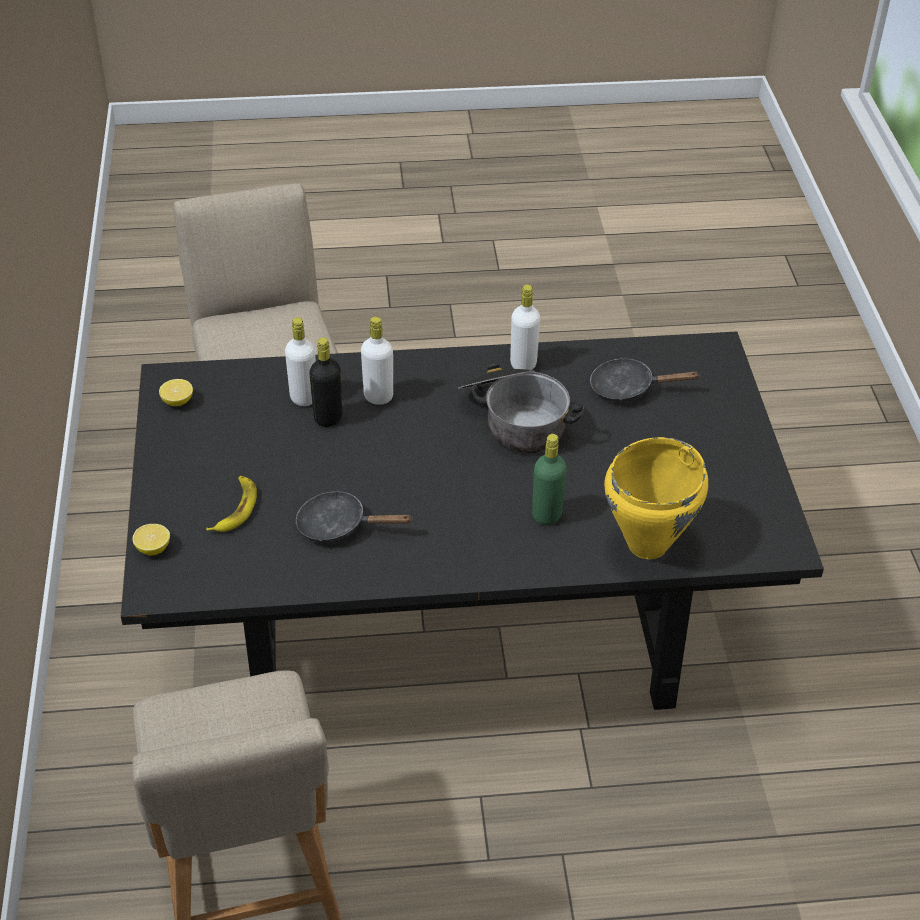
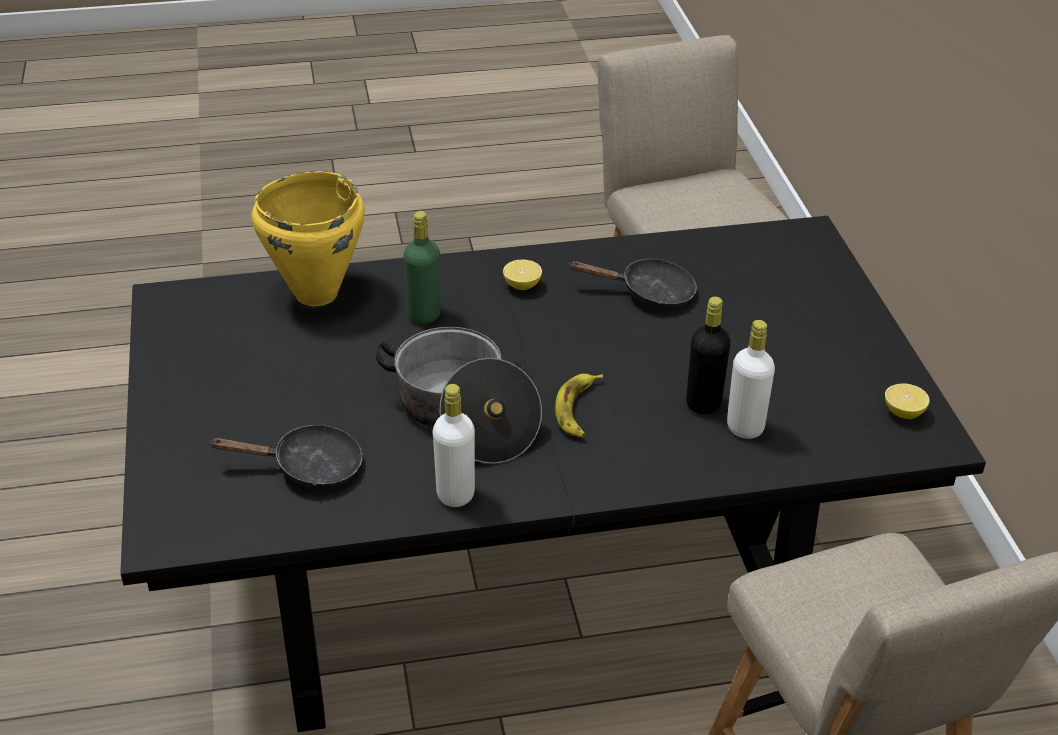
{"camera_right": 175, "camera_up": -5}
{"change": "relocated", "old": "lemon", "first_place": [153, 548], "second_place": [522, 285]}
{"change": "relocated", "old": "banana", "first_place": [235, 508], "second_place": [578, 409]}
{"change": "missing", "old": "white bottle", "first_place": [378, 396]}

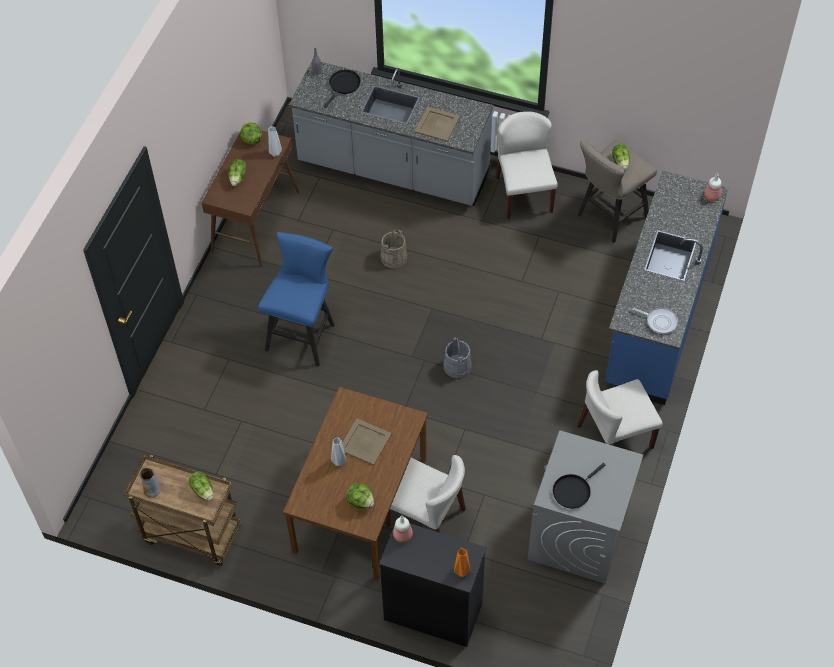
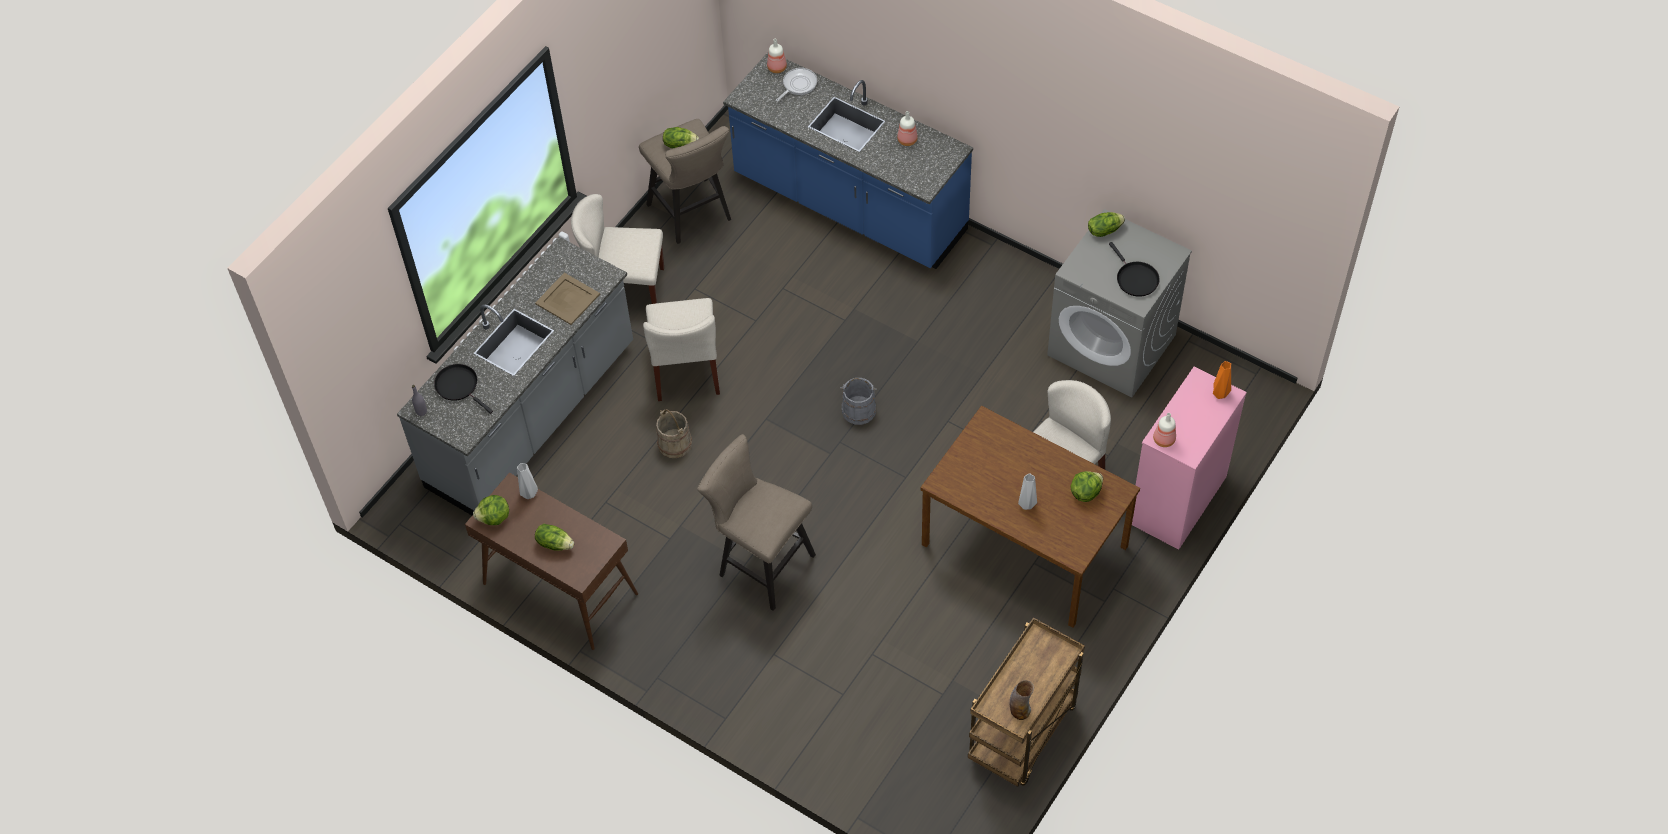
{"camera_right": -75, "camera_up": 0}
{"change": "relocated", "old": "beige chair", "first_place": [614, 437], "second_place": [686, 369]}
{"change": "colour", "old": "blue stool", "new": "beige stool", "first_place": [303, 334], "second_place": [761, 563]}
{"change": "relocated", "old": "frying pan", "first_place": [659, 321], "second_place": [798, 85]}
{"change": "appeared", "new": "bottle", "second_place": [908, 140]}
{"change": "relocated", "old": "lettuce", "first_place": [203, 490], "second_place": [1104, 230]}
{"change": "colour", "old": "black dresser", "new": "pink dresser", "first_place": [432, 611], "second_place": [1177, 500]}
{"change": "missing", "old": "beige tray", "first_place": [365, 441]}

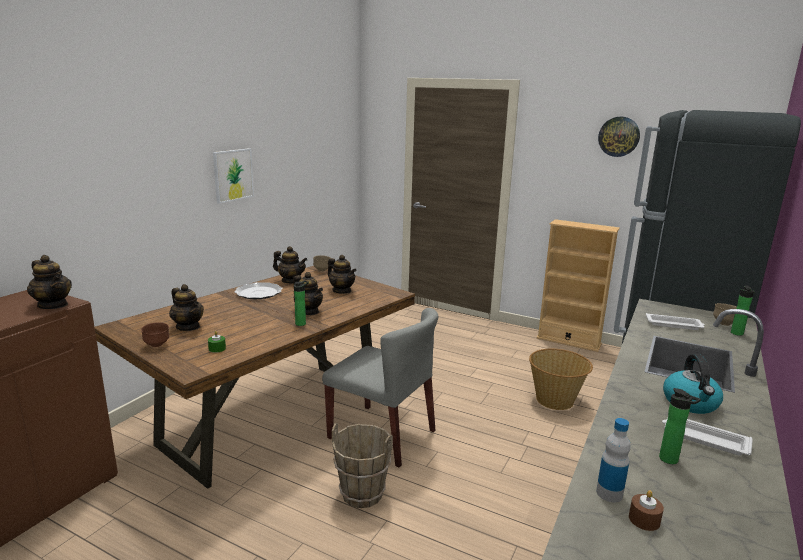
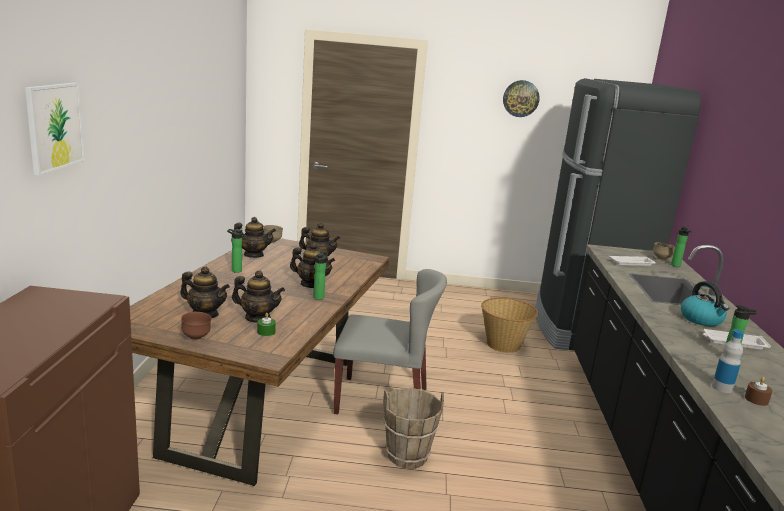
{"camera_right": -25, "camera_up": 0}
{"change": "relocated", "old": "picture", "first_place": [233, 175], "second_place": [54, 126]}
{"change": "exchanged", "old": "plate", "new": "bottle", "first_place": [258, 293], "second_place": [235, 270]}
{"change": "relocated", "old": "teapot", "first_place": [53, 305], "second_place": [258, 318]}
{"change": "missing", "old": "beige bookcase", "first_place": [568, 341]}

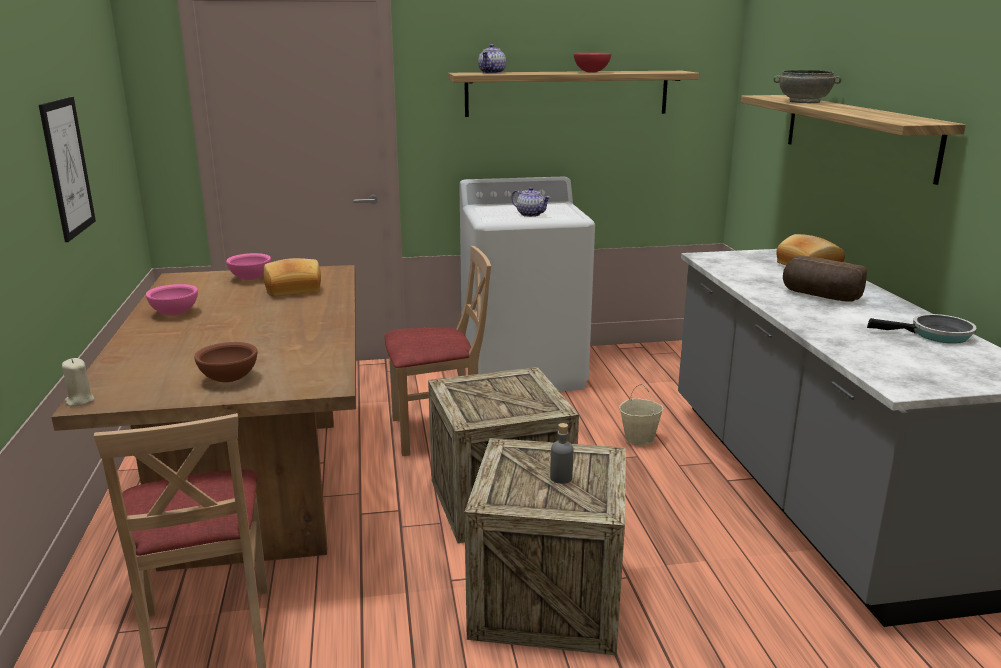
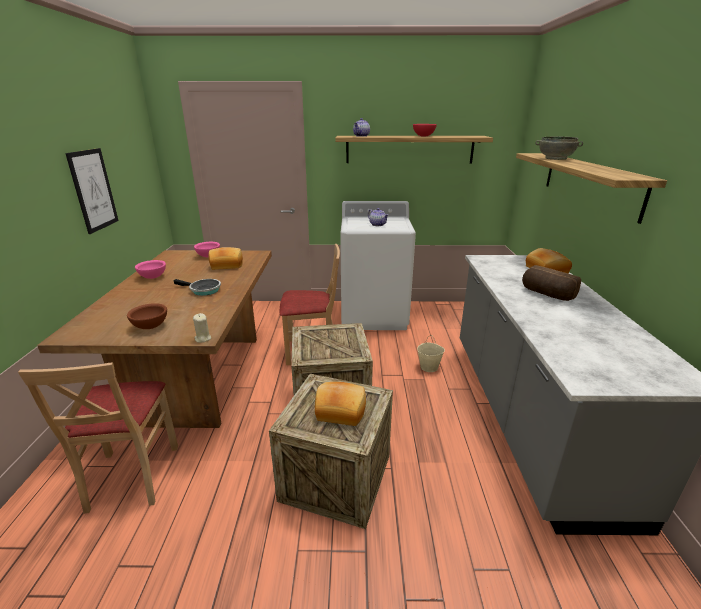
{"camera_right": 10, "camera_up": 5}
{"change": "relocated", "old": "frying pan", "first_place": [936, 335], "second_place": [203, 290]}
{"change": "relocated", "old": "beige candle", "first_place": [79, 401], "second_place": [203, 338]}
{"change": "exchanged", "old": "grey bottle", "new": "bread", "first_place": [561, 478], "second_place": [341, 410]}

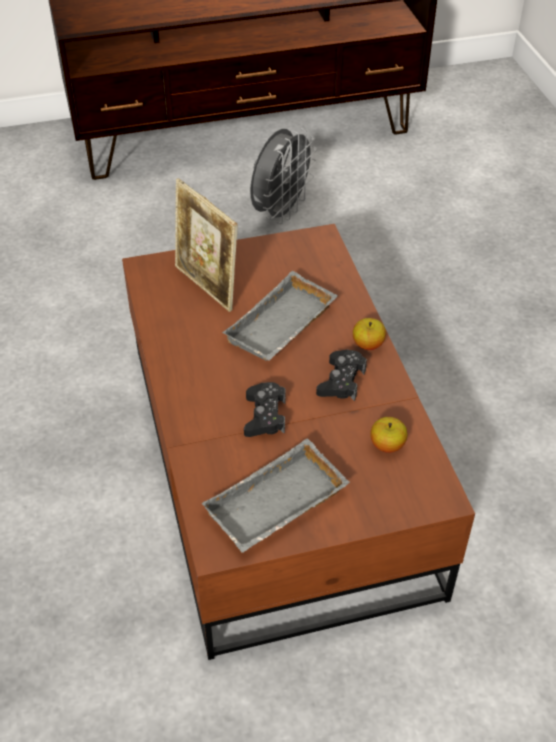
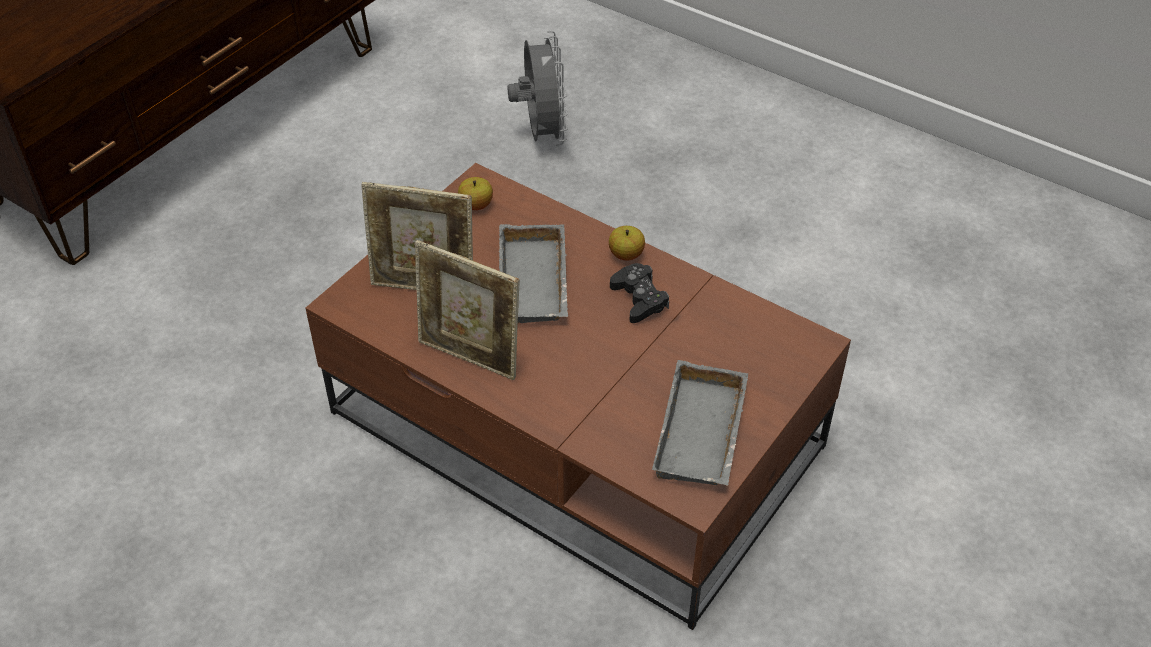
{"camera_right": -40, "camera_up": 0}
{"change": "appeared", "new": "picture frame", "second_place": [470, 357]}
{"change": "relocated", "old": "apple", "first_place": [387, 445], "second_place": [476, 205]}
{"change": "relocated", "old": "grey fan", "first_place": [280, 212], "second_place": [541, 134]}
{"change": "missing", "old": "black game controller", "first_place": [265, 416]}

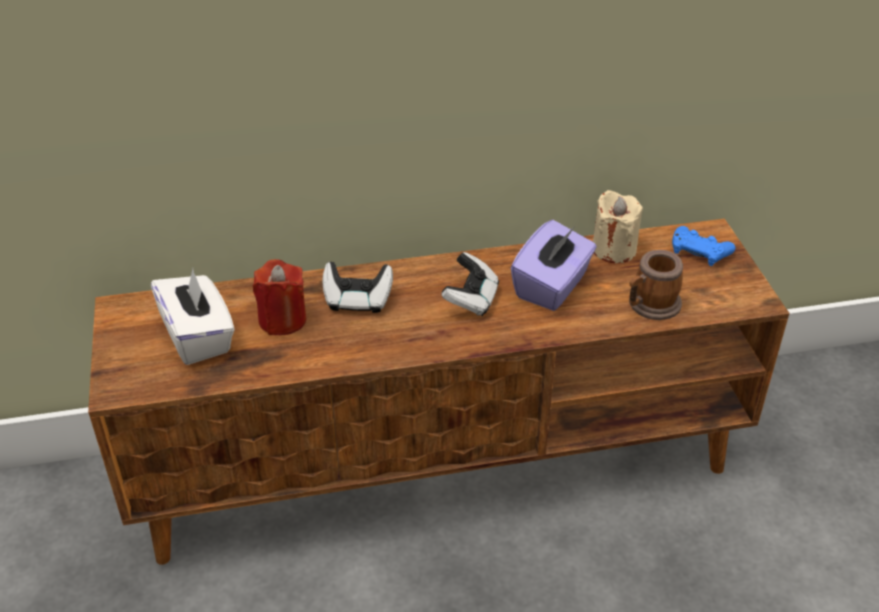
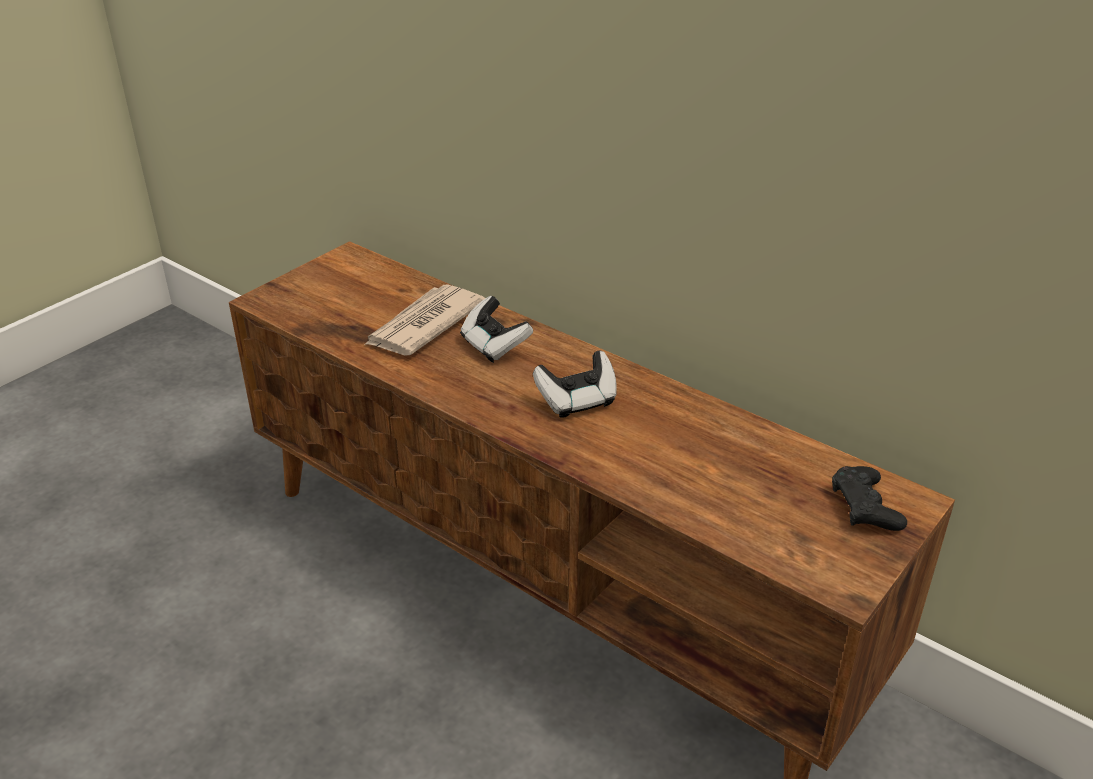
{"camera_right": 50, "camera_up": -5}
{"change": "exchanged", "old": "red candle", "new": "newspaper", "first_place": [282, 320], "second_place": [424, 325]}
{"change": "colour", "old": "blue game controller", "new": "black game controller", "first_place": [699, 251], "second_place": [865, 507]}
{"change": "missing", "old": "white tissue box", "first_place": [198, 337]}
{"change": "missing", "old": "purple tissue box", "first_place": [552, 286]}
{"change": "missing", "old": "beige candle", "first_place": [614, 249]}
{"change": "missing", "old": "mug", "first_place": [650, 306]}

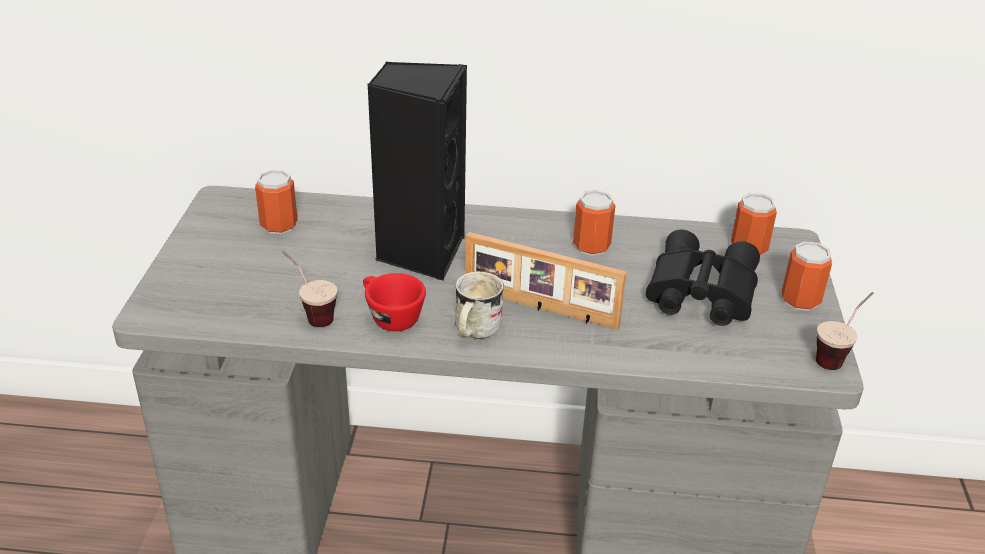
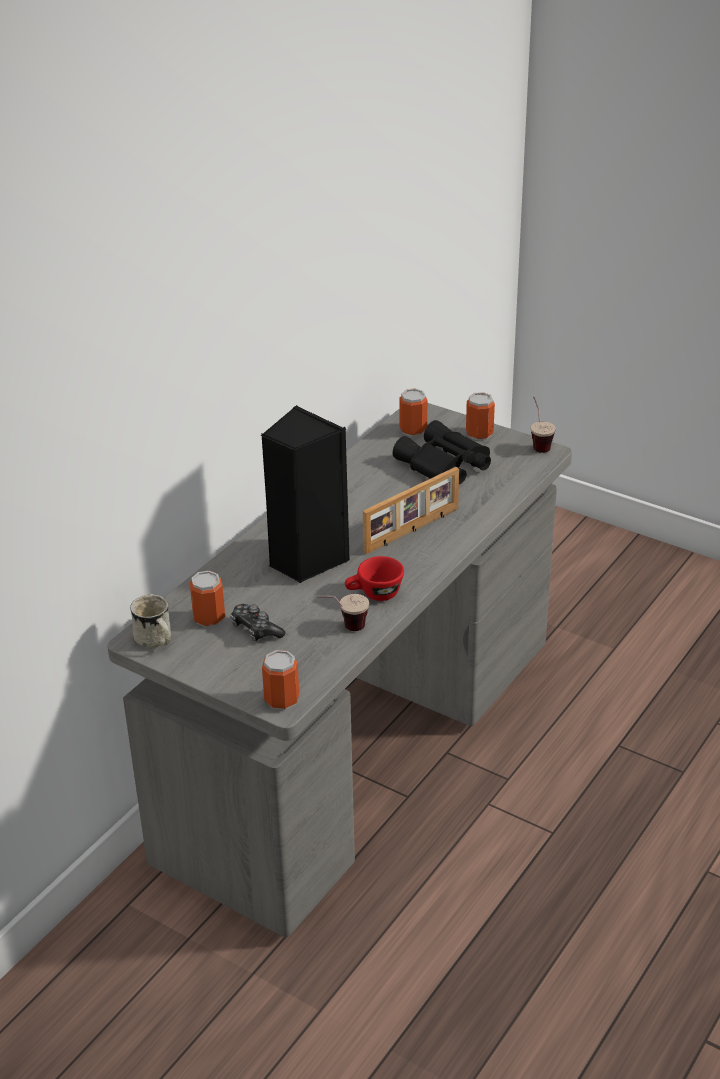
{"camera_right": -60, "camera_up": 0}
{"change": "relocated", "old": "white mug", "first_place": [474, 331], "second_place": [156, 641]}
{"change": "appeared", "new": "game controller", "second_place": [256, 630]}
{"change": "relocated", "old": "can", "first_place": [591, 246], "second_place": [282, 700]}

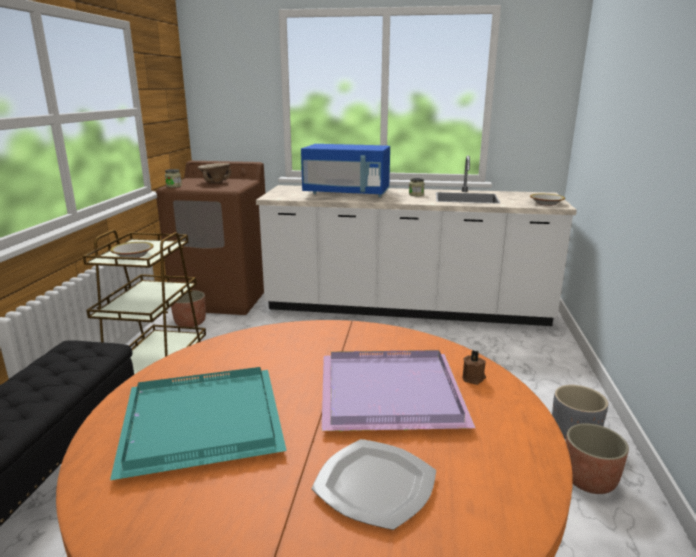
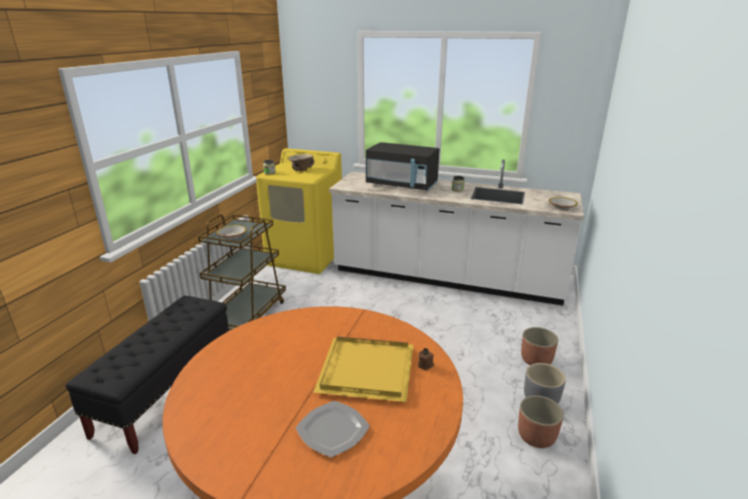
{"camera_right": 10, "camera_up": 5}
{"change": "colour", "old": "brown washing machine", "new": "yellow washing machine", "first_place": [223, 298], "second_place": [306, 257]}
{"change": "colour", "old": "purple tray", "new": "yellow tray", "first_place": [388, 395], "second_place": [364, 371]}
{"change": "colour", "old": "blue microwave", "new": "black microwave", "first_place": [347, 193], "second_place": [402, 185]}
{"change": "relocated", "old": "planter", "first_place": [190, 323], "second_place": [536, 360]}
{"change": "missing", "old": "turquoise tray", "first_place": [199, 421]}

